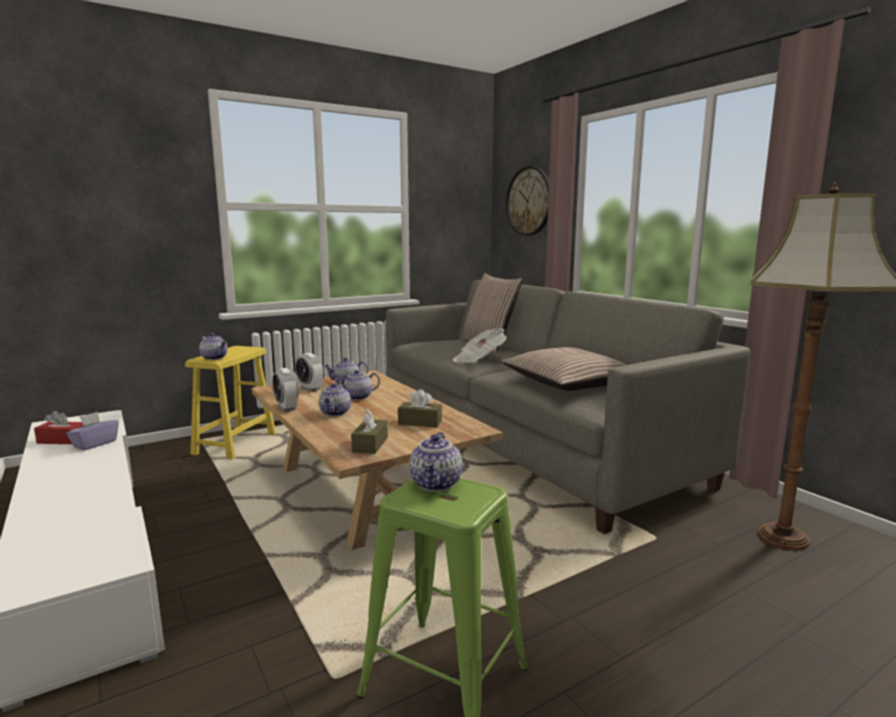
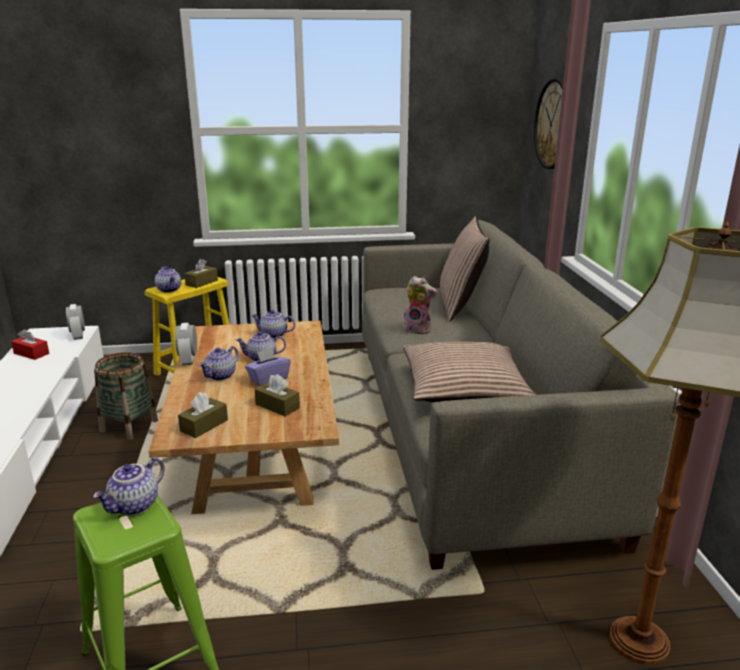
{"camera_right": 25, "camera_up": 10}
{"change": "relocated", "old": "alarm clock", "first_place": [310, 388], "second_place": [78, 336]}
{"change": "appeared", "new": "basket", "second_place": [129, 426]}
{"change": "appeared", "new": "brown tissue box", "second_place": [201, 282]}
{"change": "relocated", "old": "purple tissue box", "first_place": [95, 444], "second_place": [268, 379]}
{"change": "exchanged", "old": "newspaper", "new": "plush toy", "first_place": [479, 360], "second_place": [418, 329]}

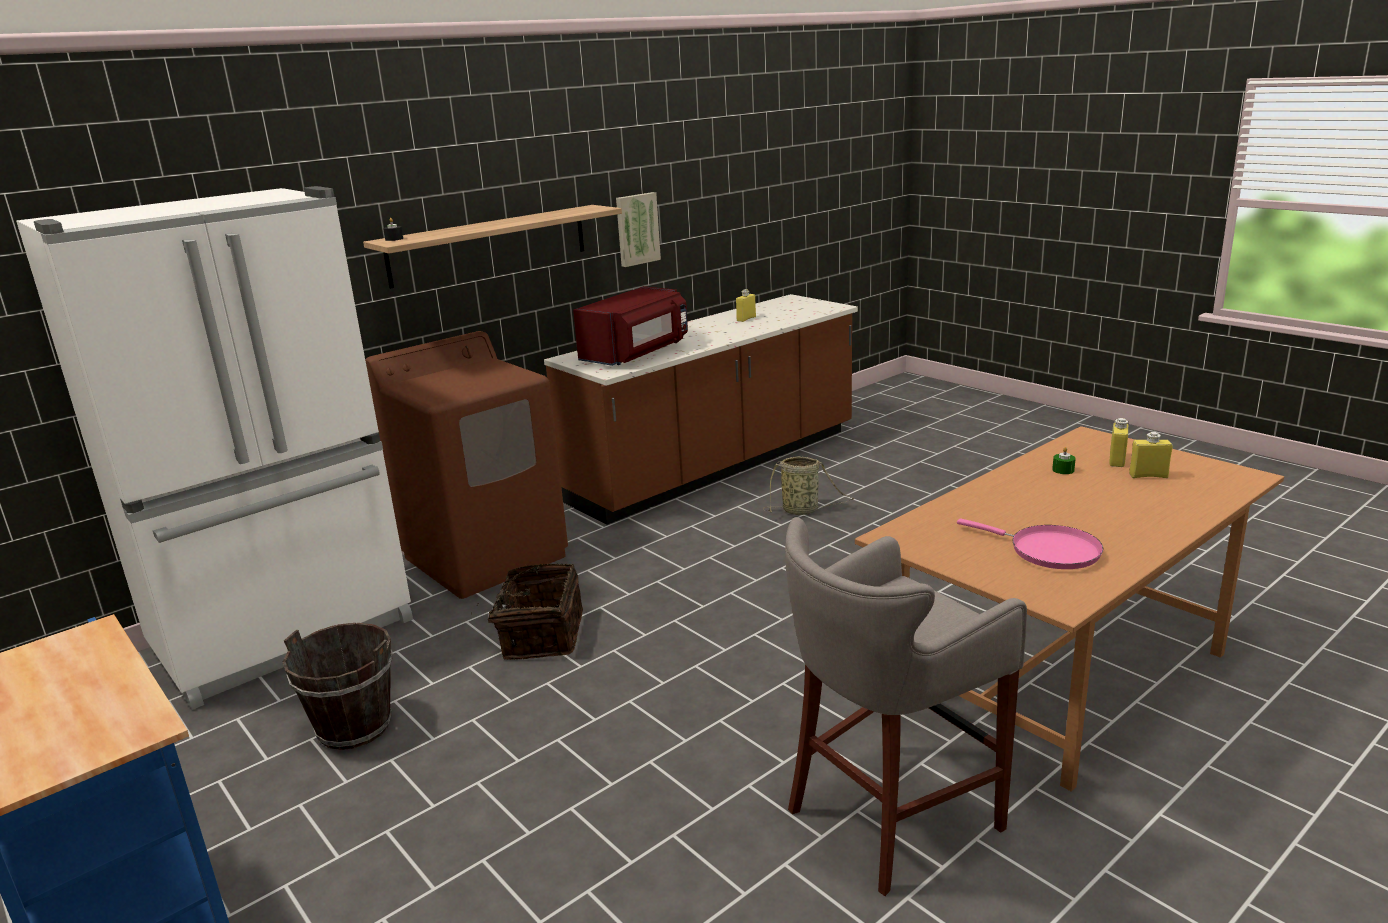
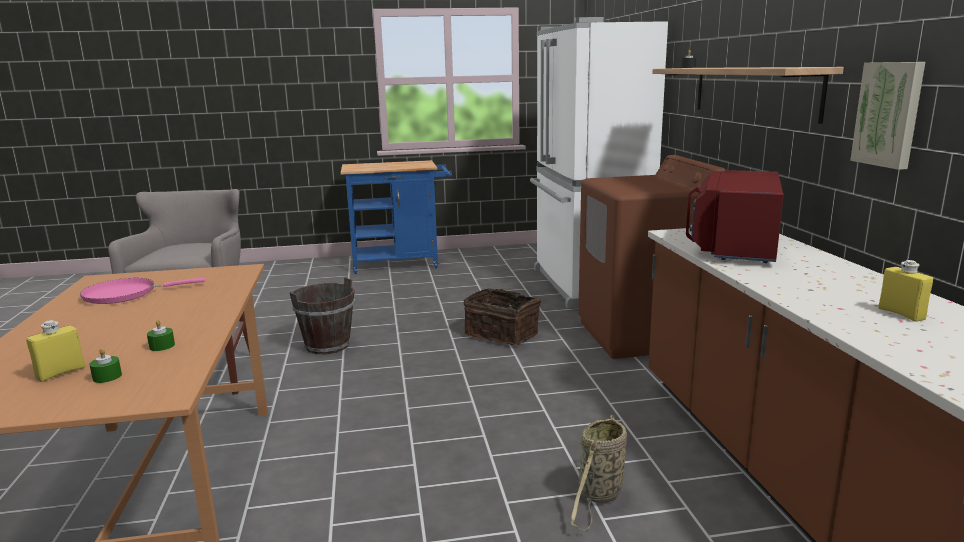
{"camera_right": 120, "camera_up": -5}
{"change": "exchanged", "old": "yellow bottle", "new": "green candle", "first_place": [1117, 460], "second_place": [107, 377]}
{"change": "relocated", "old": "brown bucket", "first_place": [355, 727], "second_place": [327, 345]}
{"change": "spun", "old": "red microwave", "first_place": [637, 354], "second_place": [733, 246], "degrees": 45}

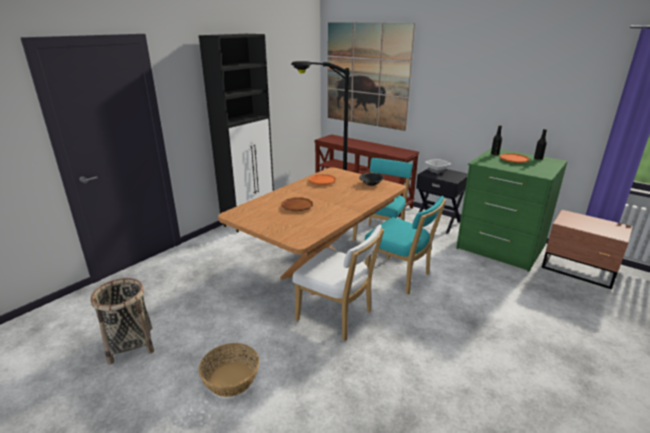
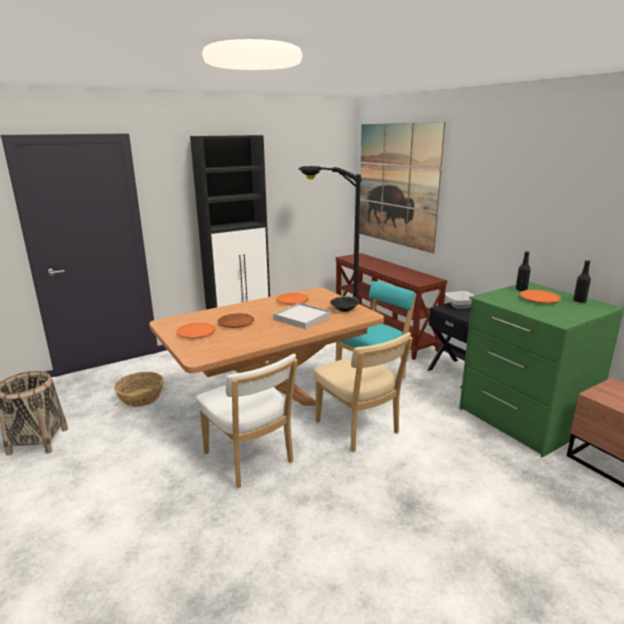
{"camera_right": 20, "camera_up": -5}
{"change": "relocated", "old": "basket", "first_place": [231, 379], "second_place": [141, 397]}
{"change": "appeared", "new": "orange plate", "second_place": [196, 333]}
{"change": "appeared", "new": "white tray", "second_place": [302, 318]}
{"change": "colour", "old": "turquoise chair", "new": "beige chair", "first_place": [400, 277], "second_place": [359, 429]}

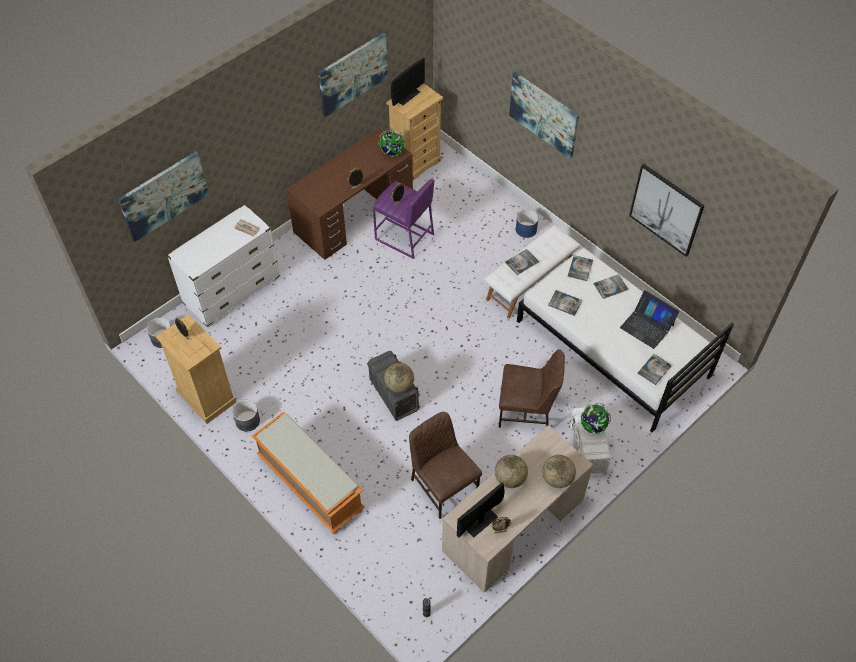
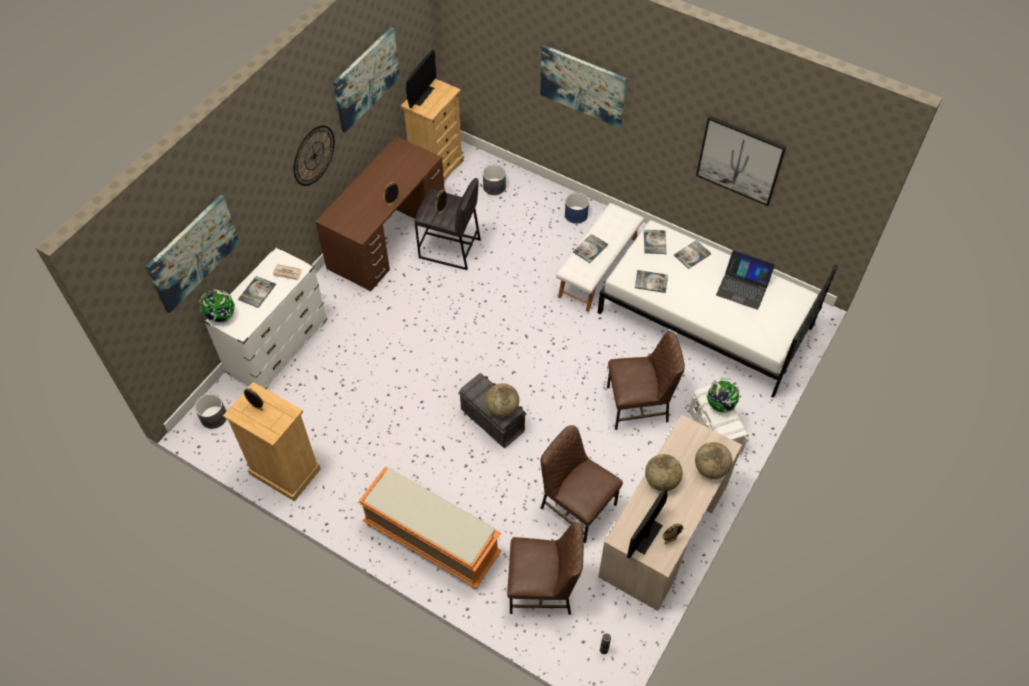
{"camera_right": -15, "camera_up": 0}
{"change": "relocated", "old": "globe", "first_place": [392, 152], "second_place": [221, 316]}
{"change": "relocated", "old": "book", "first_place": [654, 369], "second_place": [257, 292]}
{"change": "appeared", "new": "wall clock", "second_place": [314, 155]}
{"change": "colour", "old": "purple stool", "new": "grey stool", "first_place": [404, 237], "second_place": [450, 249]}
{"change": "relocated", "old": "grey planter", "first_place": [247, 421], "second_place": [494, 187]}
{"change": "appeared", "new": "brown chair", "second_place": [543, 588]}

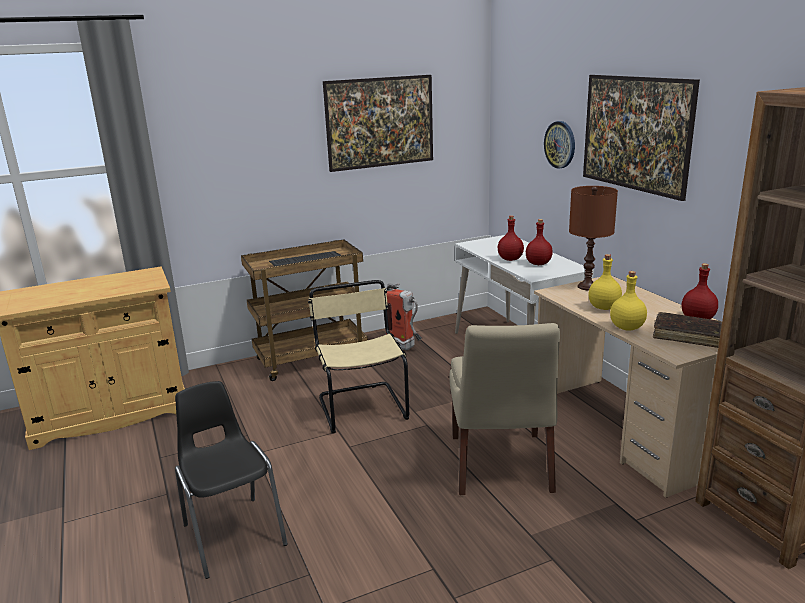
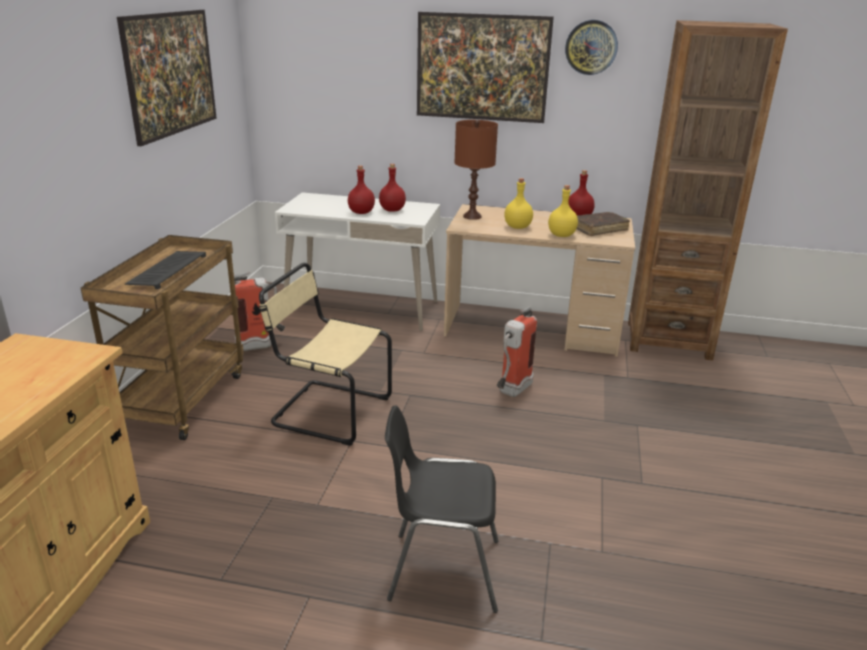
{"camera_right": -55, "camera_up": 5}
{"change": "exchanged", "old": "beige chair", "new": "fire extinguisher", "first_place": [500, 466], "second_place": [511, 392]}
{"change": "relocated", "old": "wall clock", "first_place": [560, 144], "second_place": [591, 47]}

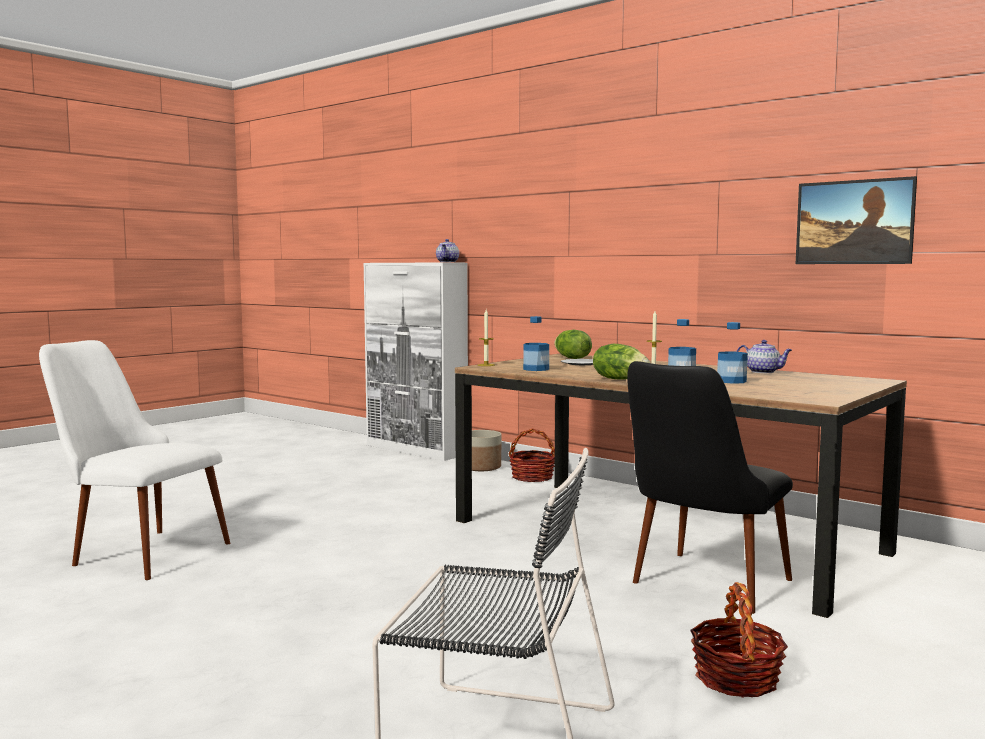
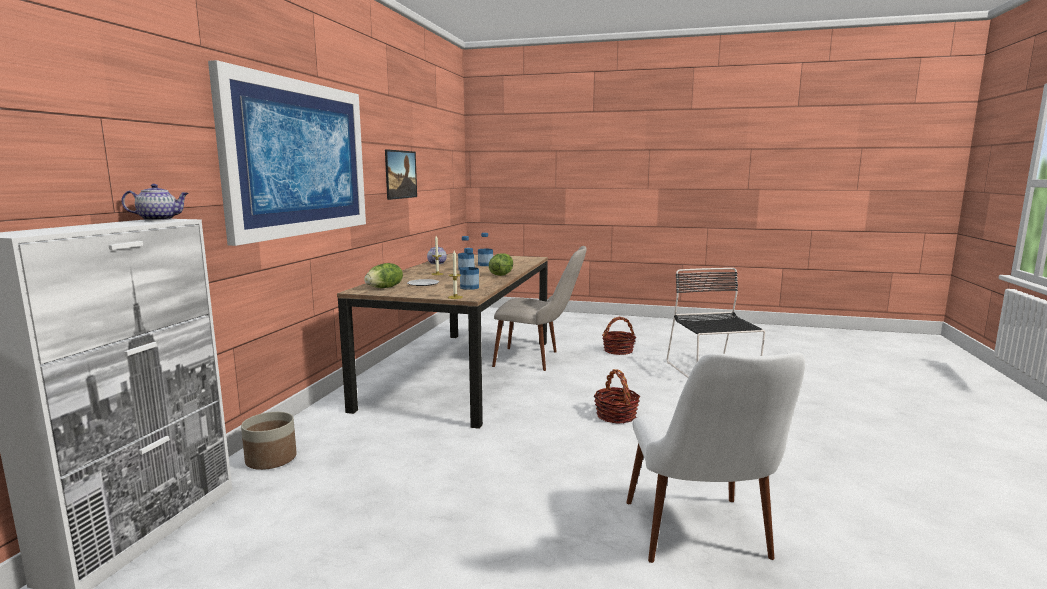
{"camera_right": -115, "camera_up": 5}
{"change": "appeared", "new": "picture", "second_place": [299, 158]}
{"change": "colour", "old": "black chair", "new": "beige chair", "first_place": [701, 589], "second_place": [538, 360]}
{"change": "relocated", "old": "basket", "first_place": [532, 477], "second_place": [616, 416]}

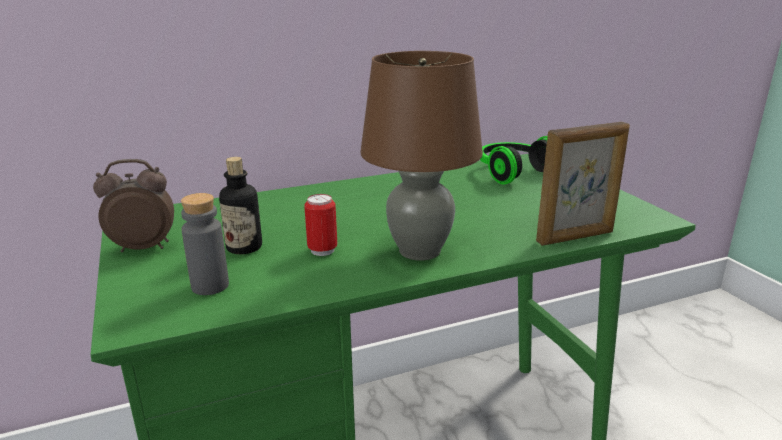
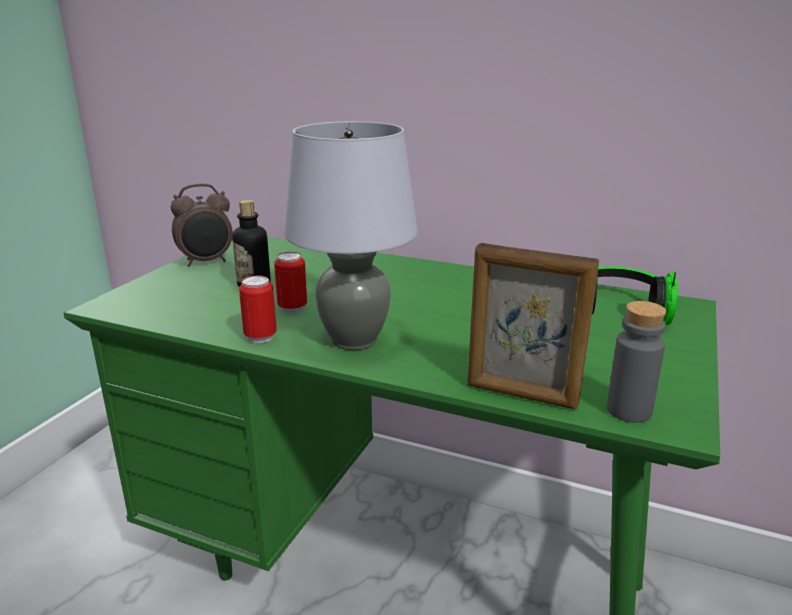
{"camera_right": 45, "camera_up": 0}
{"change": "spun", "old": "alarm clock", "first_place": [144, 247], "second_place": [206, 262], "degrees": 120}
{"change": "appeared", "new": "can", "second_place": [260, 337]}
{"change": "colour", "old": "brown table lamp", "new": "grey table lamp", "first_place": [419, 251], "second_place": [354, 340]}
{"change": "relocated", "old": "grey bottle", "first_place": [210, 286], "second_place": [629, 411]}

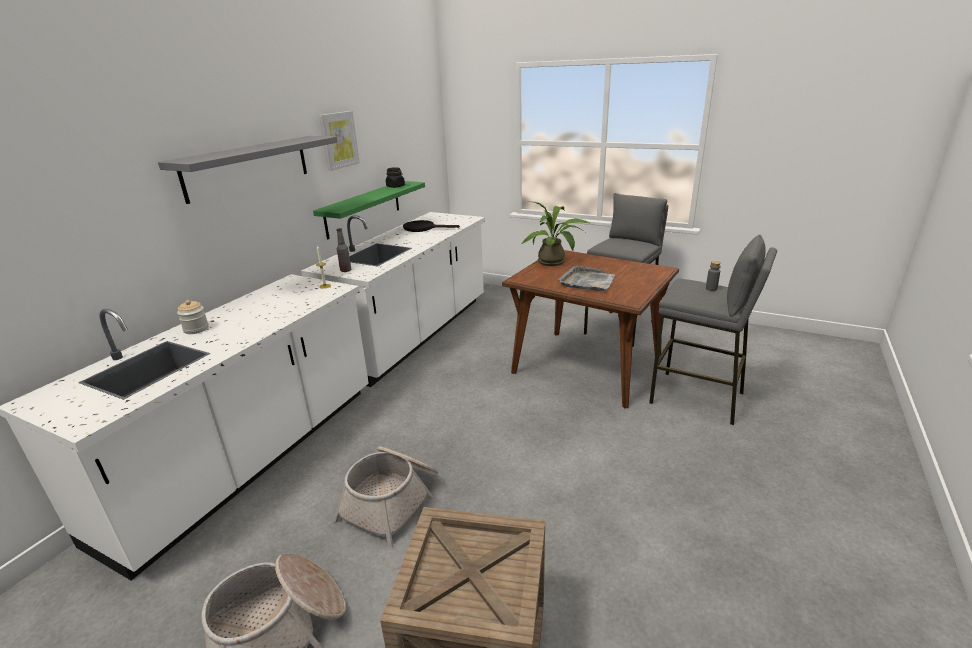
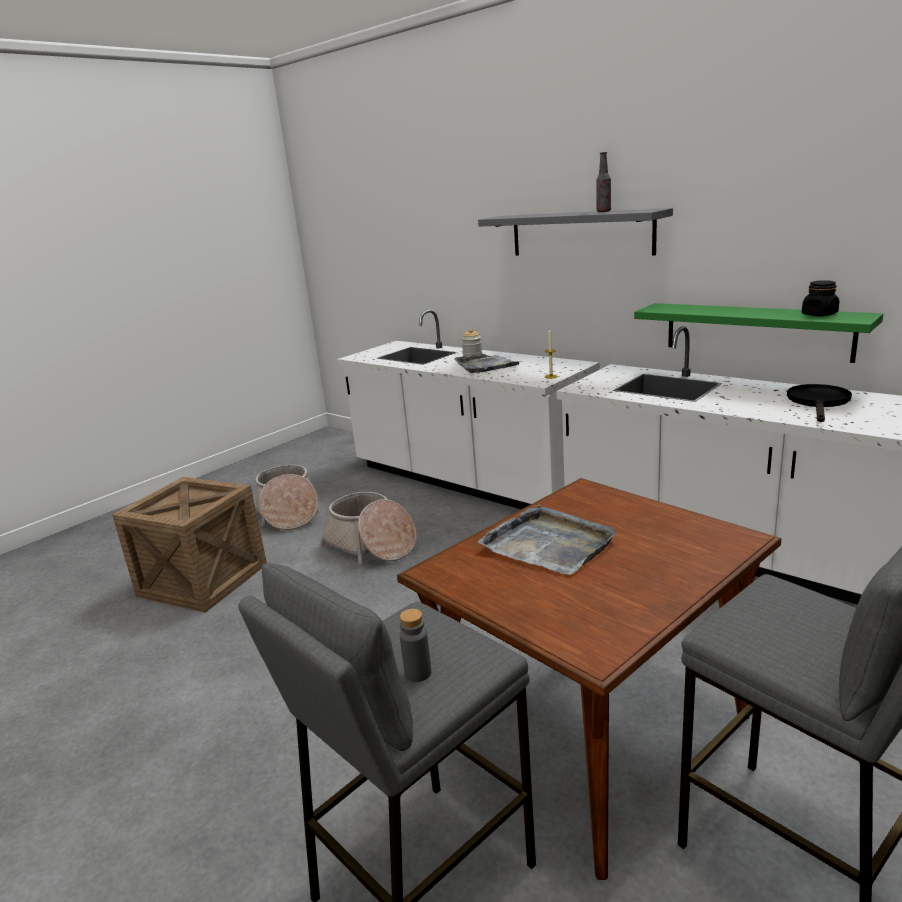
{"camera_right": 105, "camera_up": -5}
{"change": "appeared", "new": "grey tray", "second_place": [485, 365]}
{"change": "relocated", "old": "bottle", "first_place": [345, 270], "second_place": [603, 211]}
{"change": "missing", "old": "picture", "first_place": [339, 140]}
{"change": "missing", "old": "potted plant", "first_place": [554, 262]}

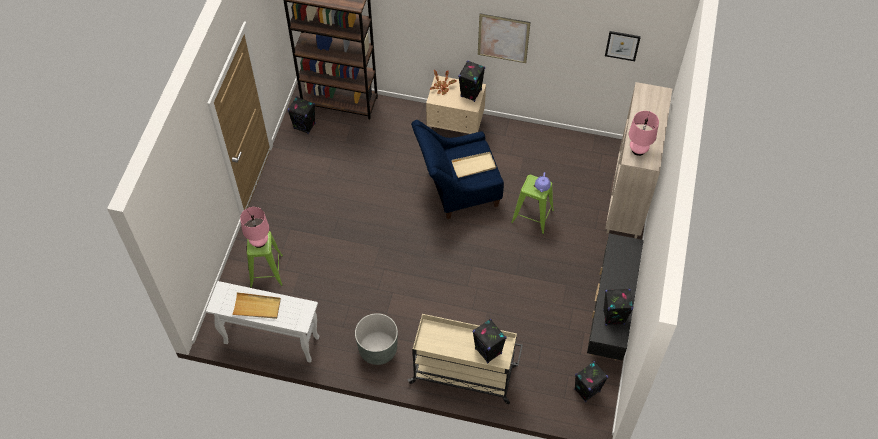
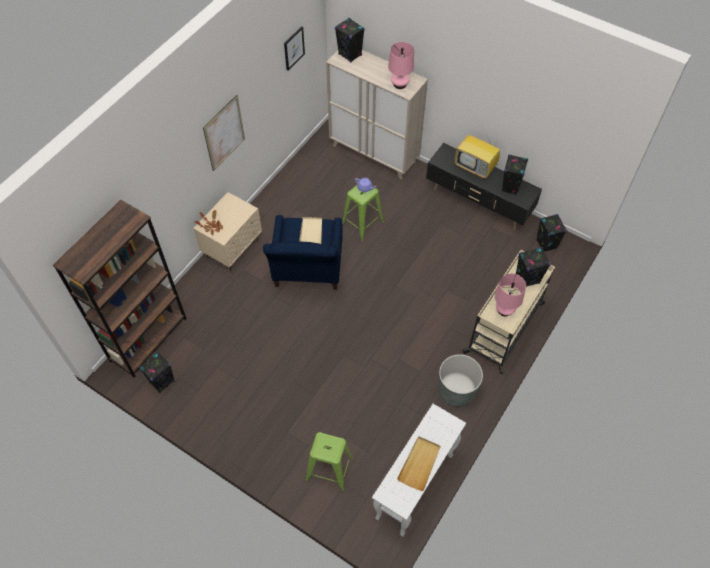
{"camera_right": -70, "camera_up": 0}
{"change": "relocated", "old": "black speaker", "first_place": [471, 93], "second_place": [350, 55]}
{"change": "appeared", "new": "television", "second_place": [476, 168]}
{"change": "relocated", "old": "pink table lamp", "first_place": [259, 242], "second_place": [504, 310]}

